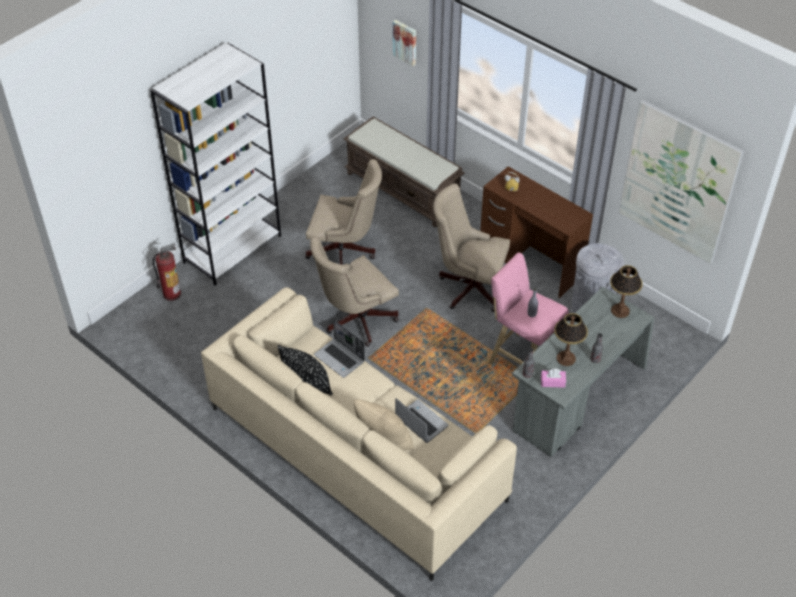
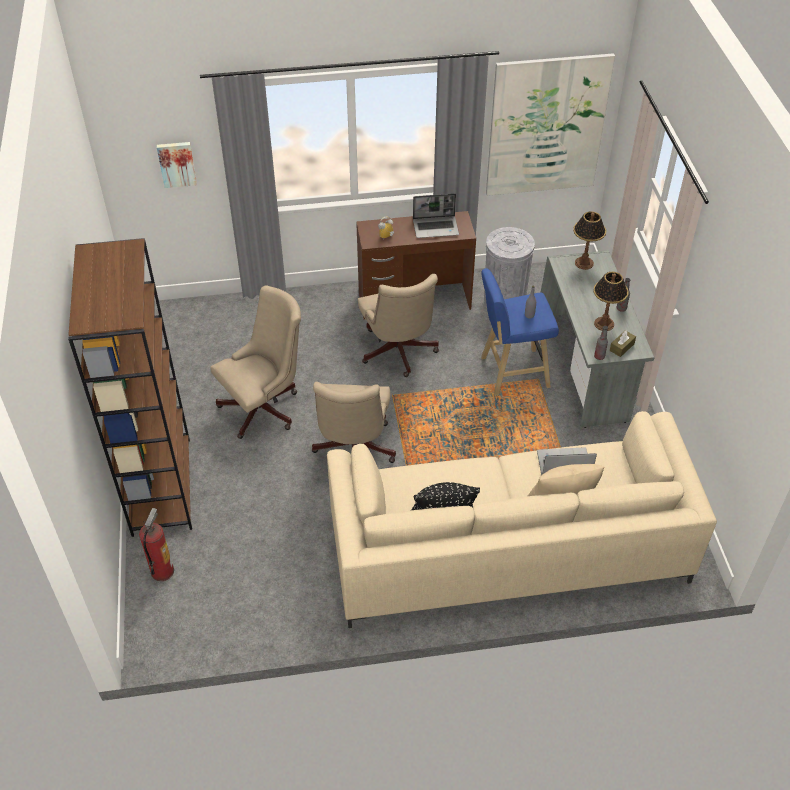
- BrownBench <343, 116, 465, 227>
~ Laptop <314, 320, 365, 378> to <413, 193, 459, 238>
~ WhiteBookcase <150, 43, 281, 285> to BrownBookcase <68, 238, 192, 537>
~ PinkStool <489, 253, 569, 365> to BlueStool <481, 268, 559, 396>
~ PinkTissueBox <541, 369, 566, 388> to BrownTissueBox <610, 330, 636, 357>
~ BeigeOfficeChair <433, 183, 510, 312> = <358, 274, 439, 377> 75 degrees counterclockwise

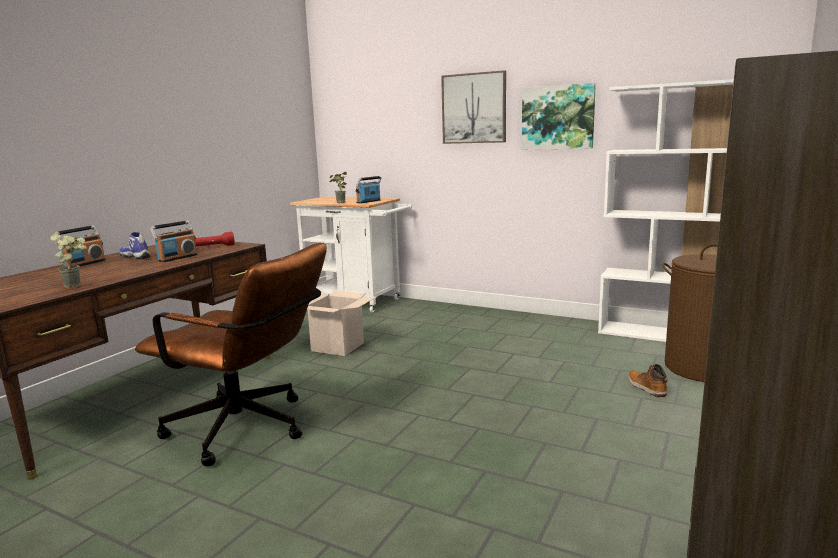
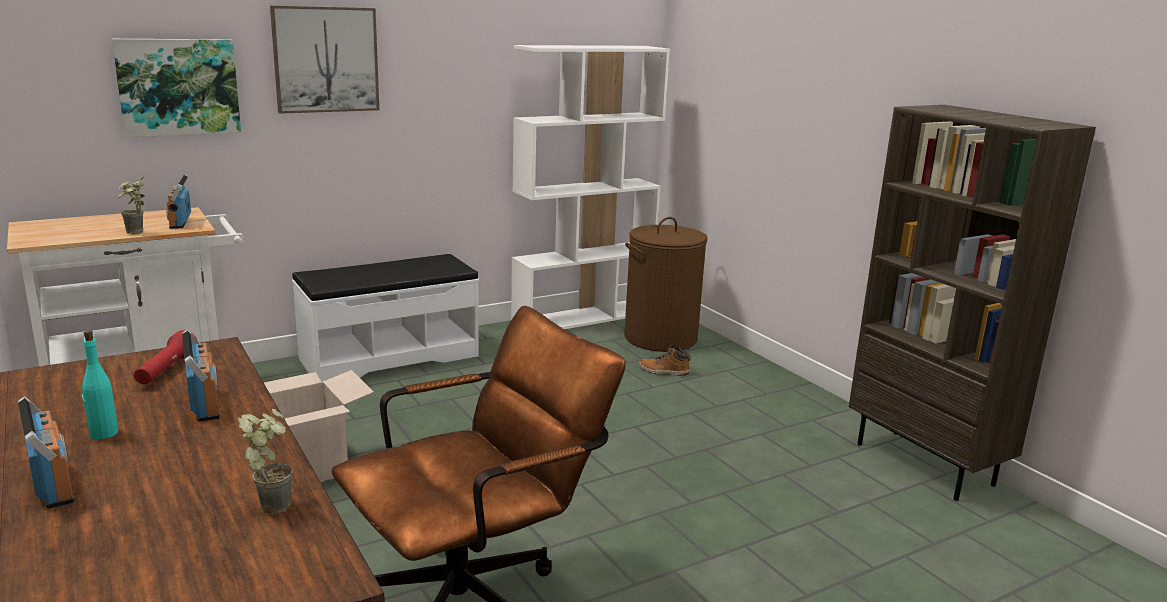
+ WhiteBench <292, 254, 479, 382>
~ Picture <522, 83, 596, 150> to <112, 39, 241, 137>
~ Shoe <120, 232, 150, 260> to TurquoiseBottle <82, 330, 118, 439>

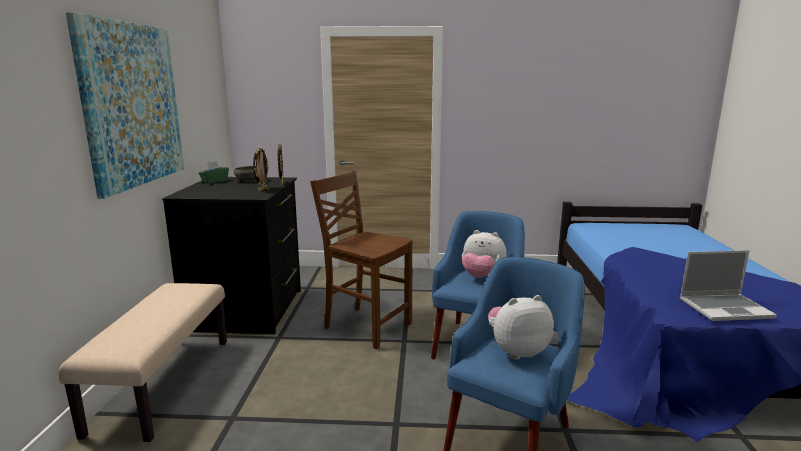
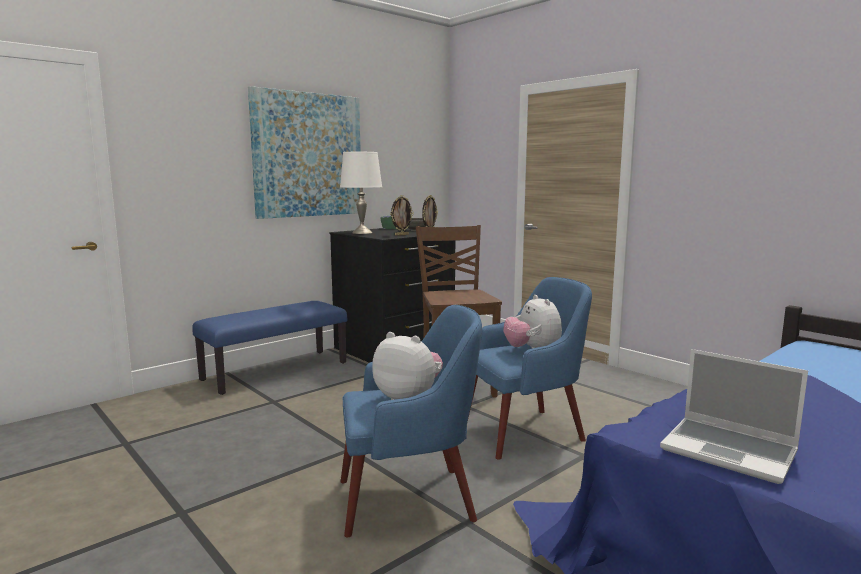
+ WhiteTableLamp <340, 152, 382, 234>
~ BeigeBench <58, 283, 227, 442> to BlueBench <192, 301, 347, 395>

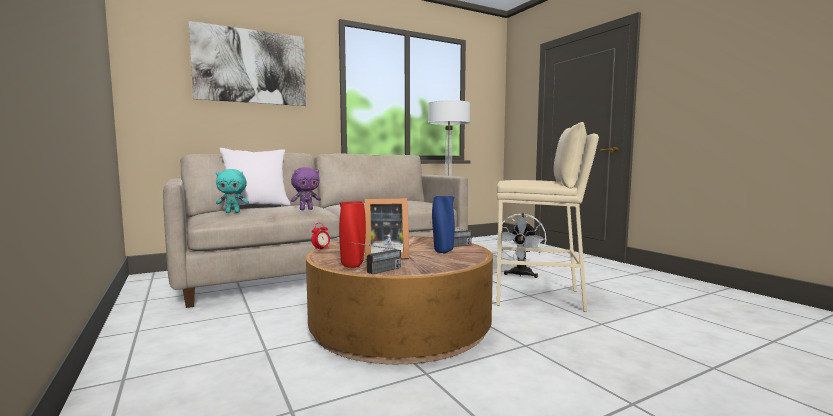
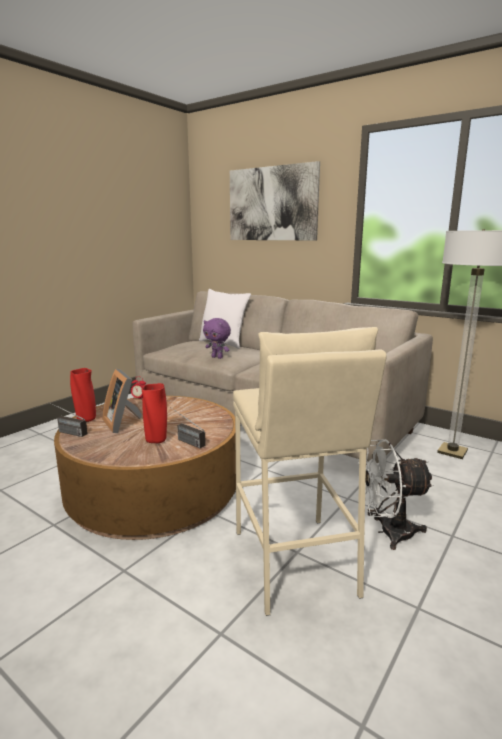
- TurquoisePlushToy <216, 169, 249, 213>
~ BlueVase <432, 196, 455, 253> to RedVase <141, 383, 167, 443>

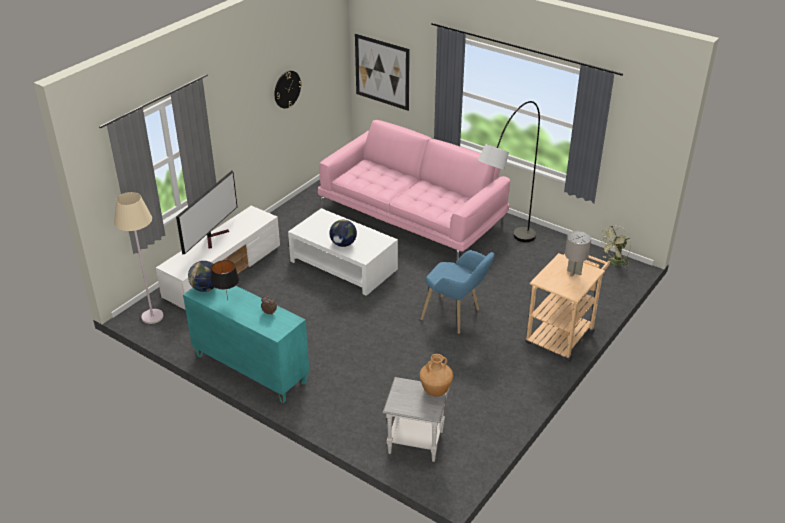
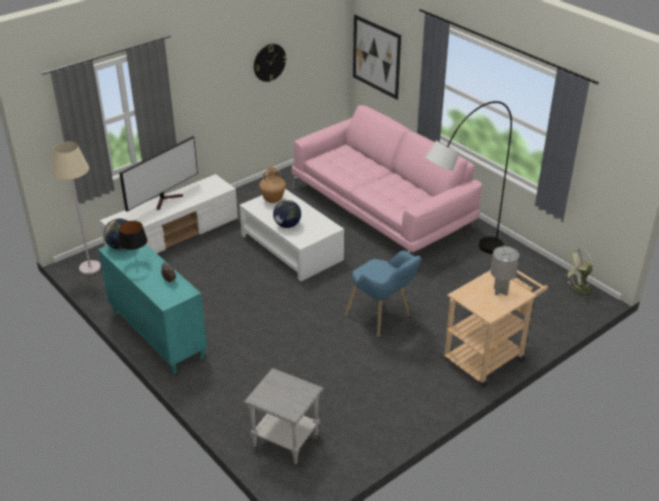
~ BrownVase <420, 354, 453, 397> to <259, 167, 286, 203>

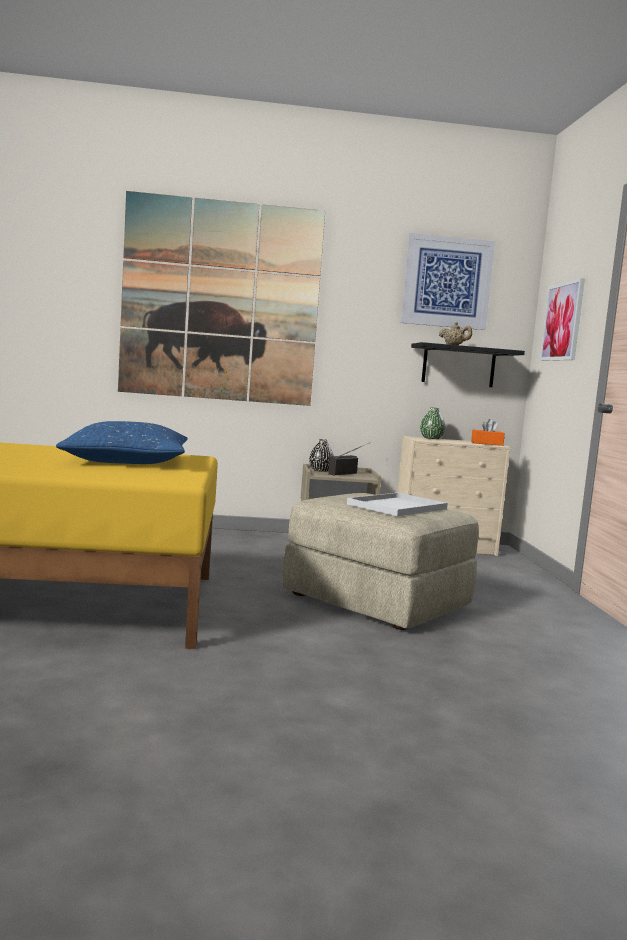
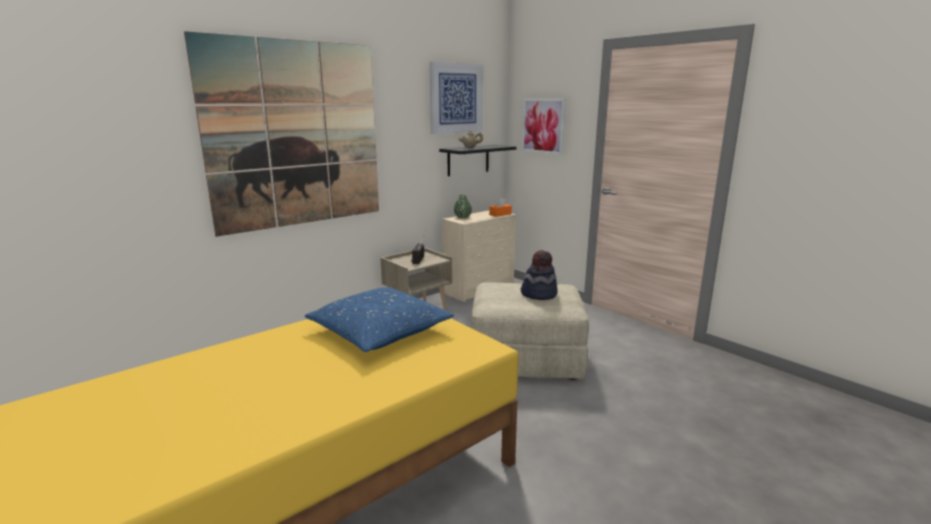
- BlackVase <309, 439, 334, 472>
~ WhiteTray <347, 493, 448, 516> to Hat <521, 250, 558, 300>

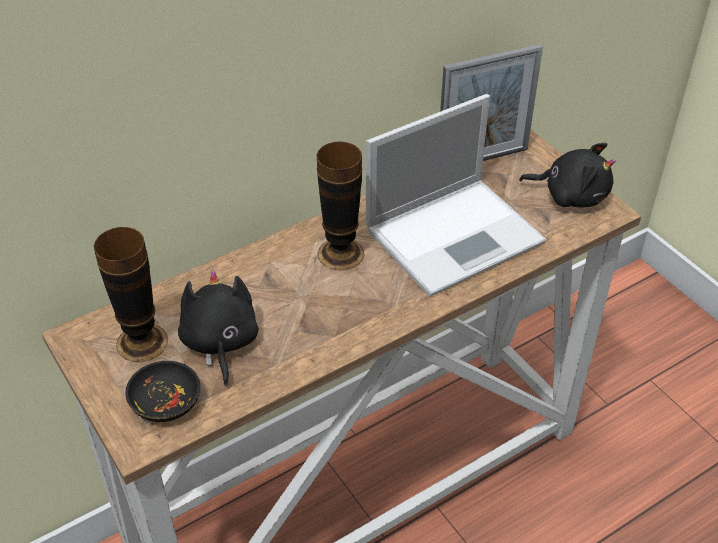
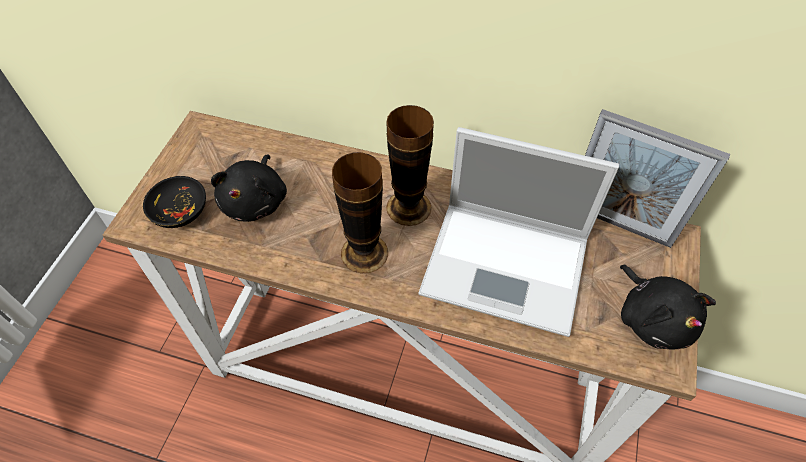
~ Vase <94, 227, 168, 362> to <332, 152, 388, 273>
~ BlackPlushToy <178, 270, 259, 387> = <211, 154, 287, 222> 150 degrees clockwise

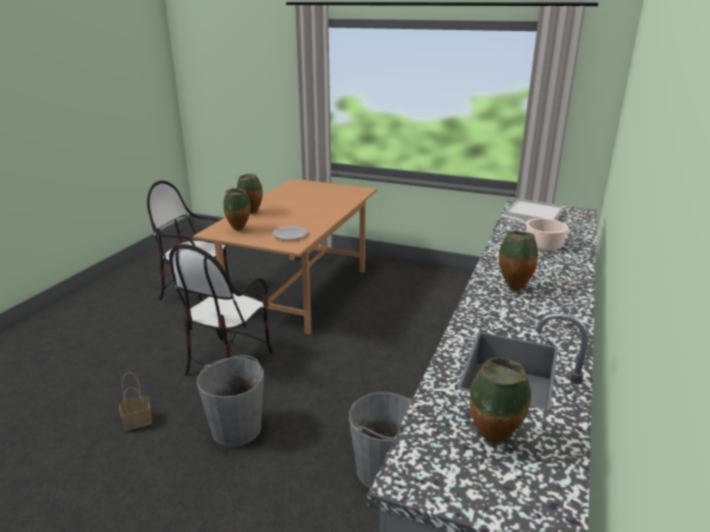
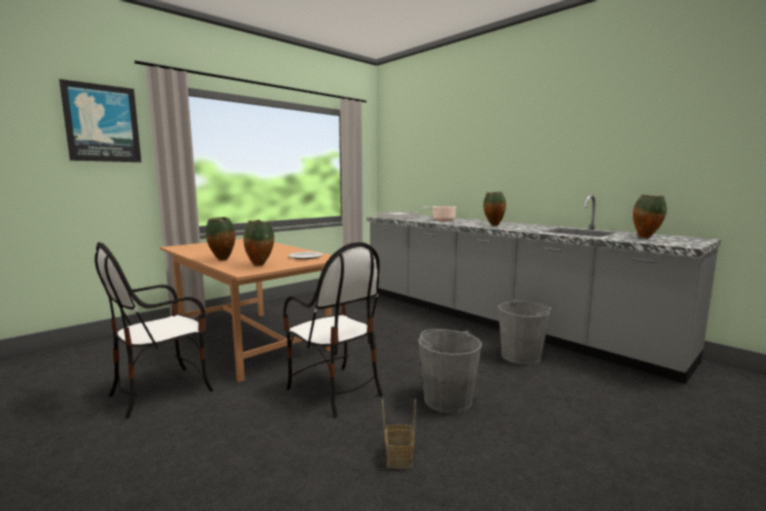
+ Picture <59, 79, 141, 162>

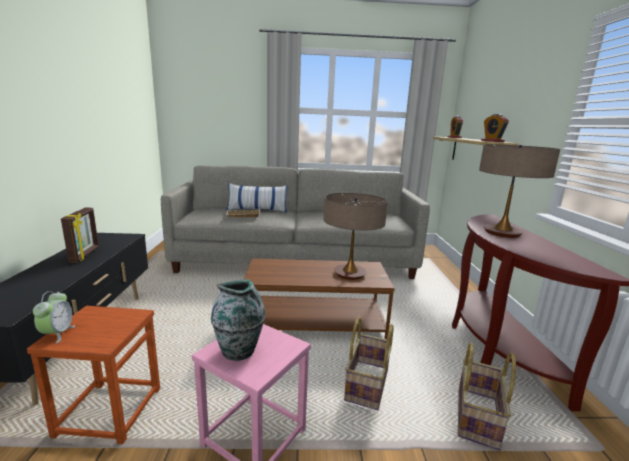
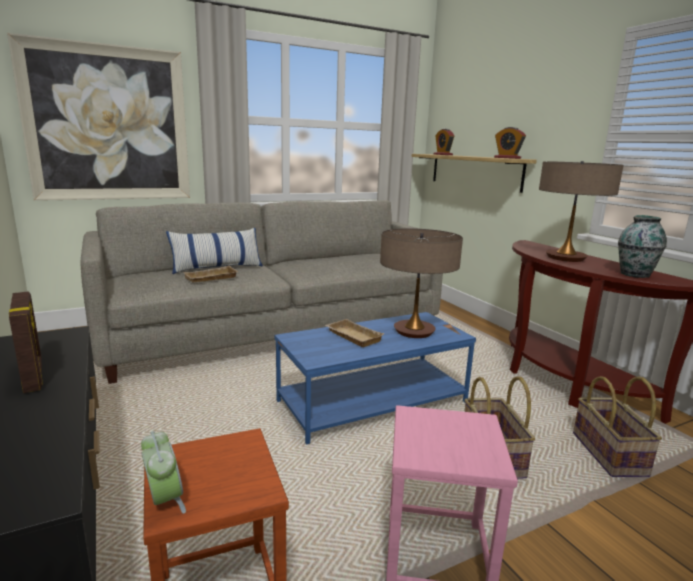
+ Picture <7, 33, 190, 201>
+ BeigeTray <325, 319, 385, 347>
~ Vase <211, 279, 265, 361> to <618, 215, 667, 278>
~ BrownCoffeeTable <244, 258, 395, 339> to BlueCoffeeTable <274, 312, 476, 444>

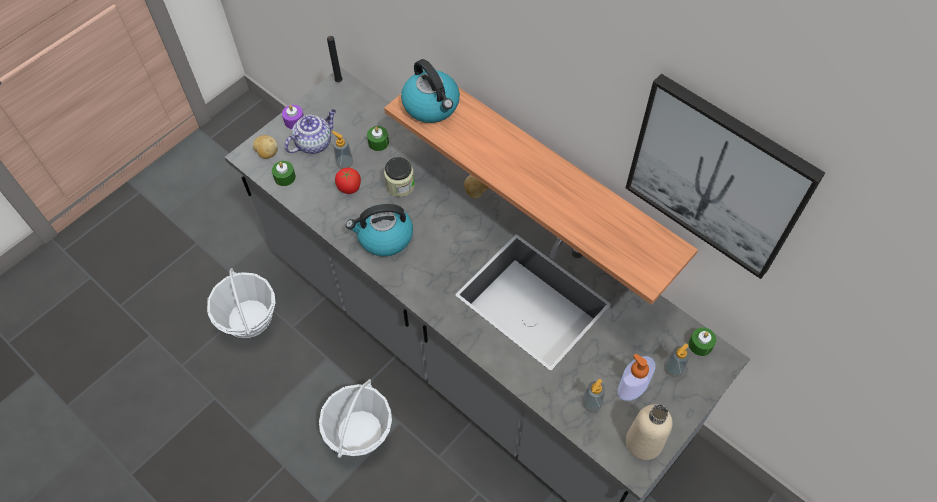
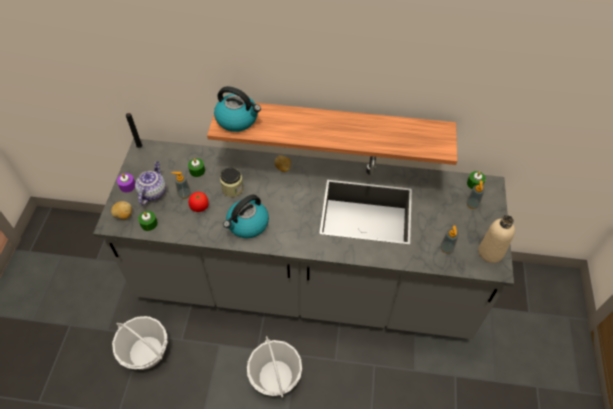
- SoapDispenser <618, 354, 655, 401>
- Picture <626, 73, 825, 279>

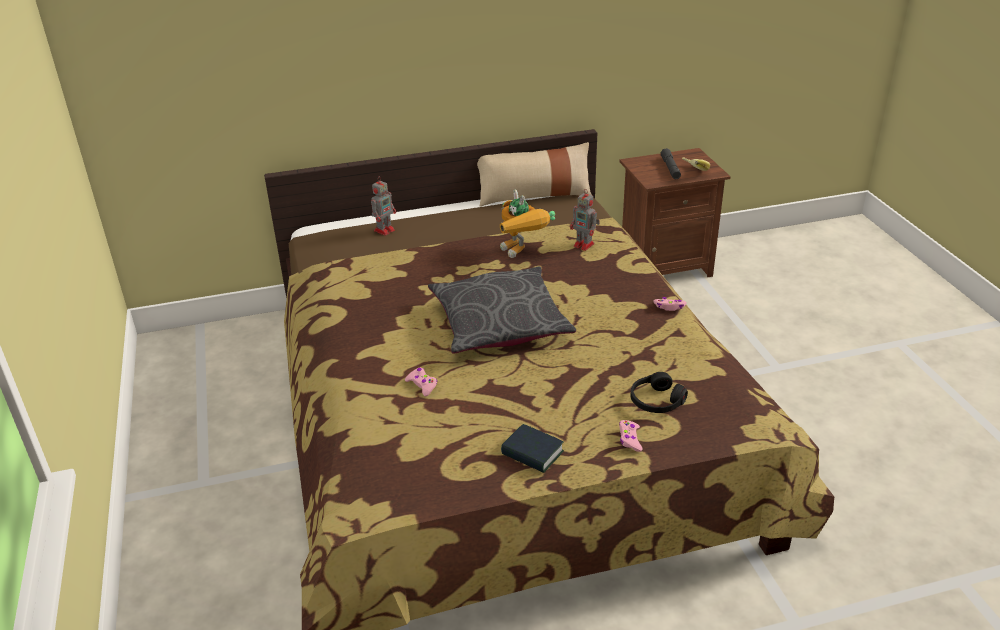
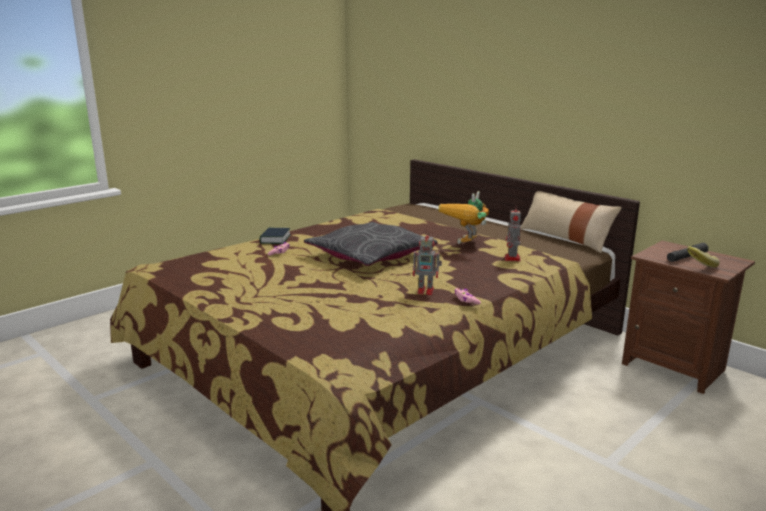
- PinkGameController <619, 420, 643, 452>
- BlackHeadphones <630, 372, 688, 413>
~ ToyRobot <371, 177, 396, 236> to <413, 230, 442, 295>
~ Book <501, 424, 564, 473> to <260, 228, 291, 244>

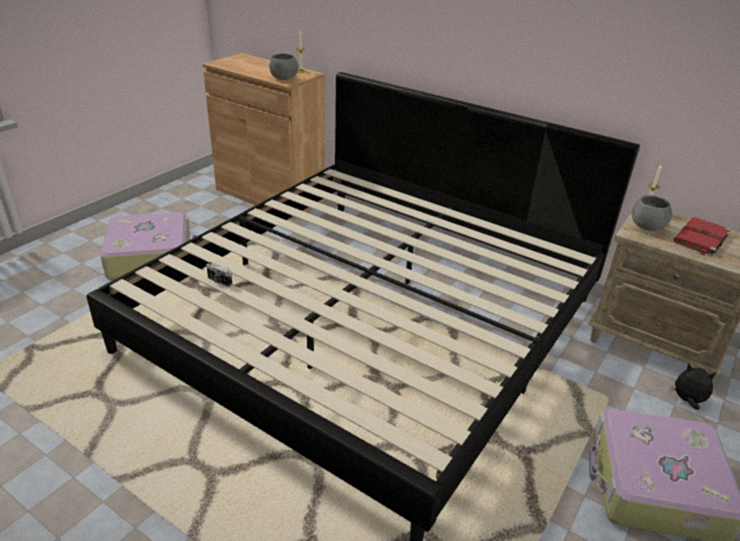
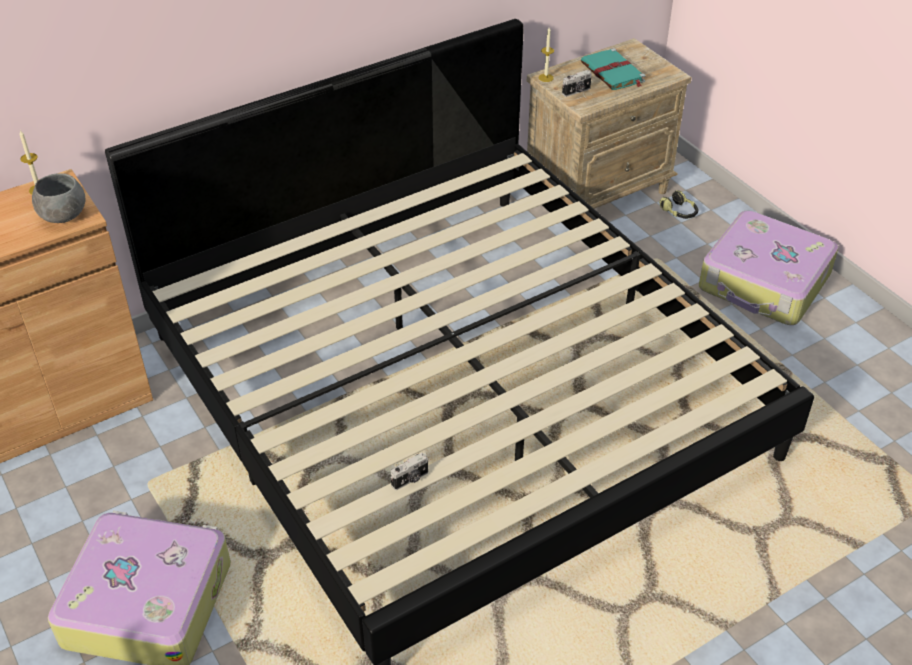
~ GreyBowl <632, 195, 672, 231> to PhotoCamera <562, 70, 592, 97>
~ PlushToy <670, 364, 716, 410> to Headphones <659, 190, 699, 219>
~ RedBook <674, 217, 731, 256> to TurquoiseBook <581, 48, 646, 90>

